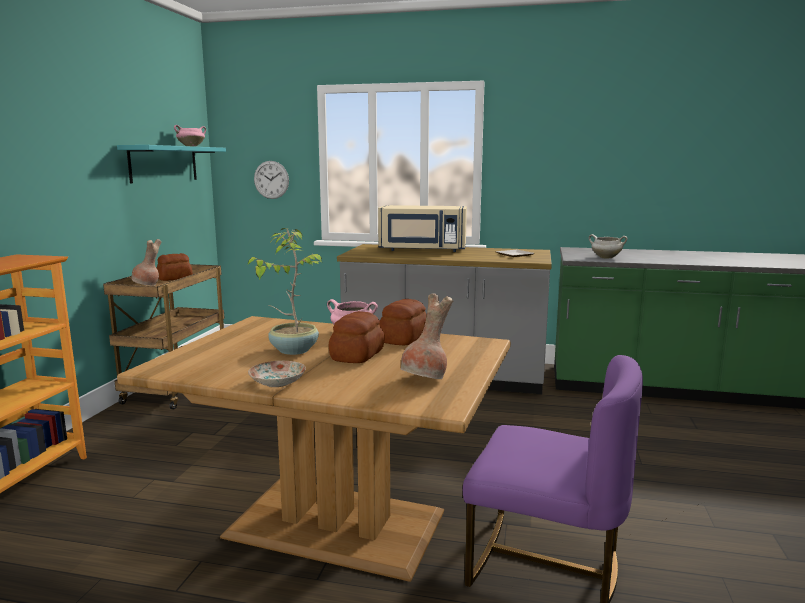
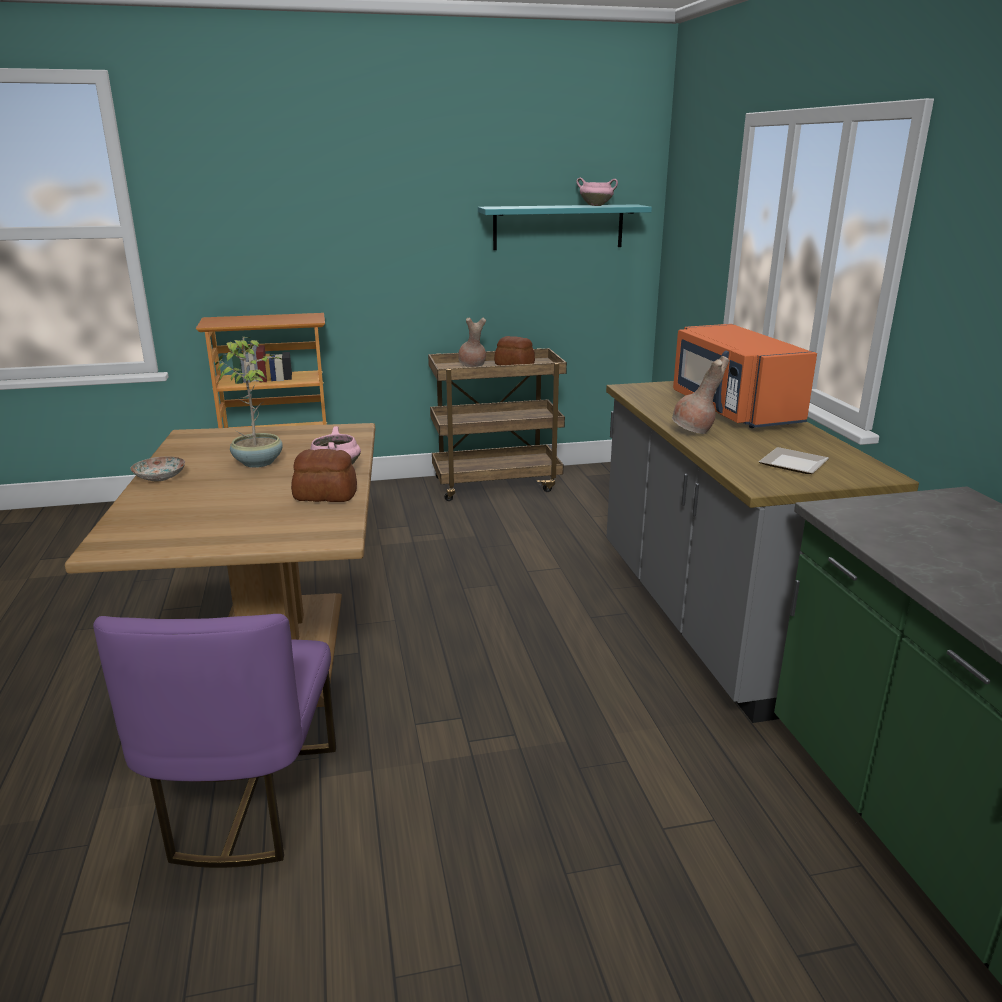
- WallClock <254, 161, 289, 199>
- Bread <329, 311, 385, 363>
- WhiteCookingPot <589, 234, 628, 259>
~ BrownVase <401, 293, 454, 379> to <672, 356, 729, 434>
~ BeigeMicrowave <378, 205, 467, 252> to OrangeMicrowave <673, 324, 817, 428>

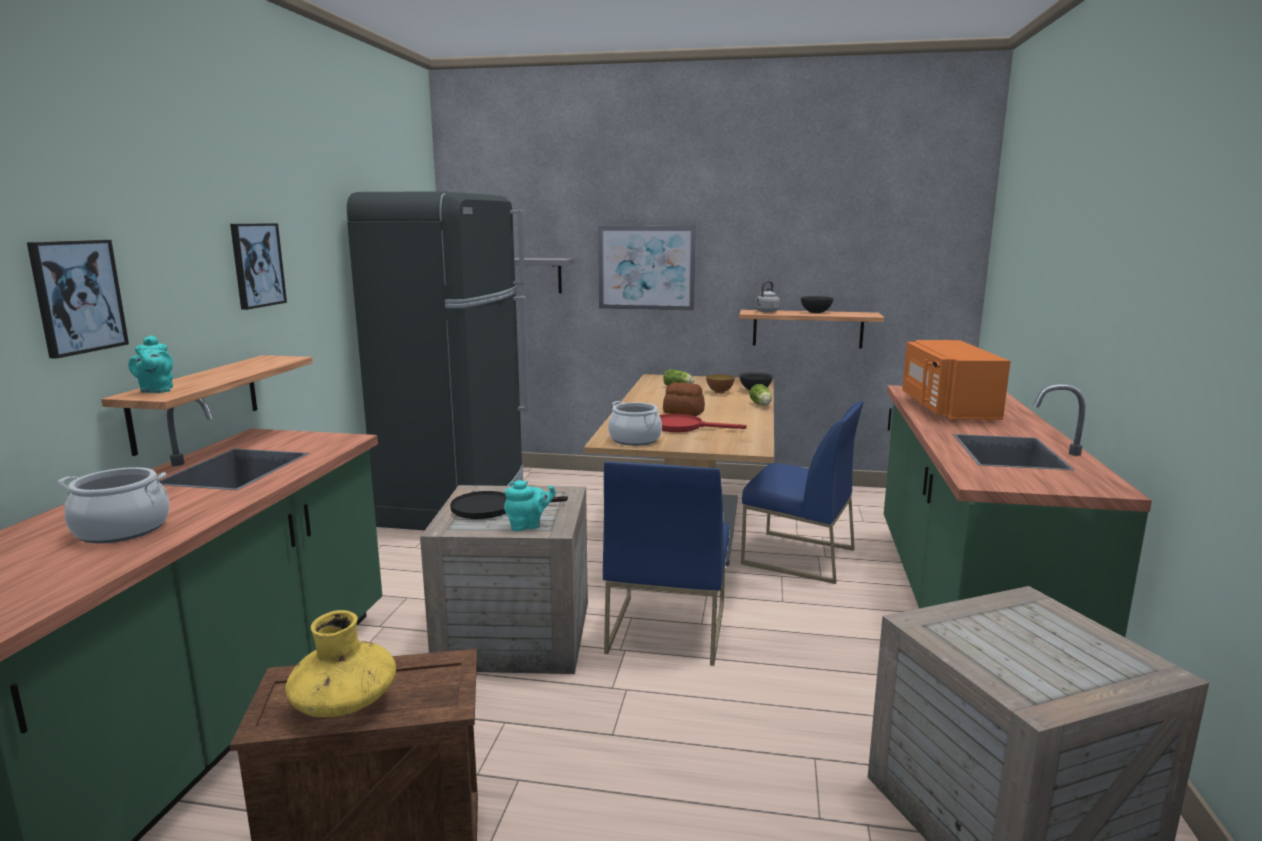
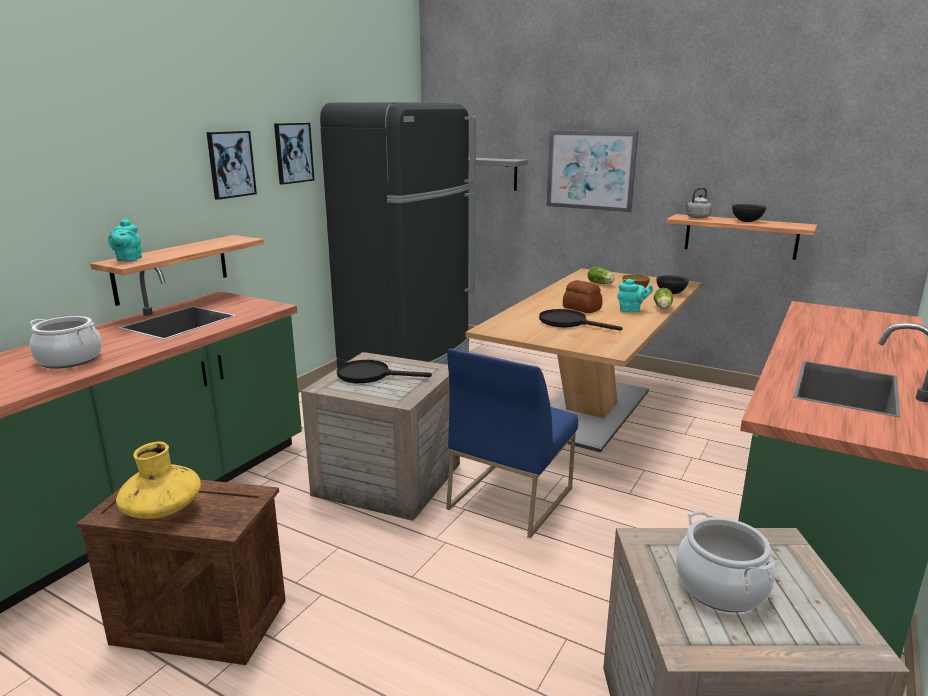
- BlueChair <741, 401, 863, 584>
- OrangeMicrowave <902, 340, 1011, 421>
~ Picture <27, 240, 129, 359> to <274, 123, 314, 185>
~ TurquoiseTeapot <504, 480, 556, 531> to <617, 279, 653, 312>
~ CookingPot <608, 401, 662, 446> to <676, 510, 775, 613>
~ RedFryingPan <659, 414, 747, 432> to BlackFryingPan <539, 309, 623, 331>

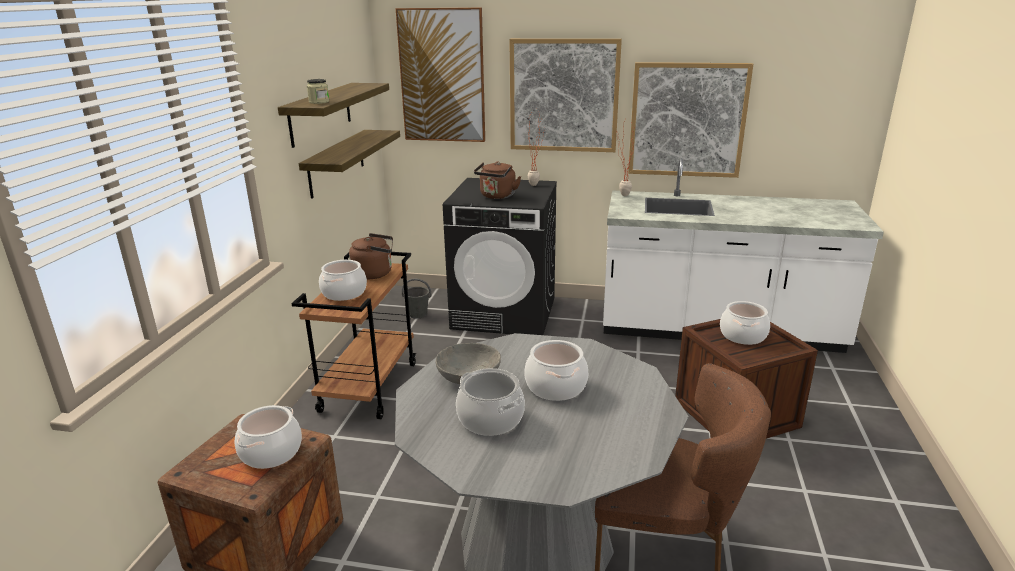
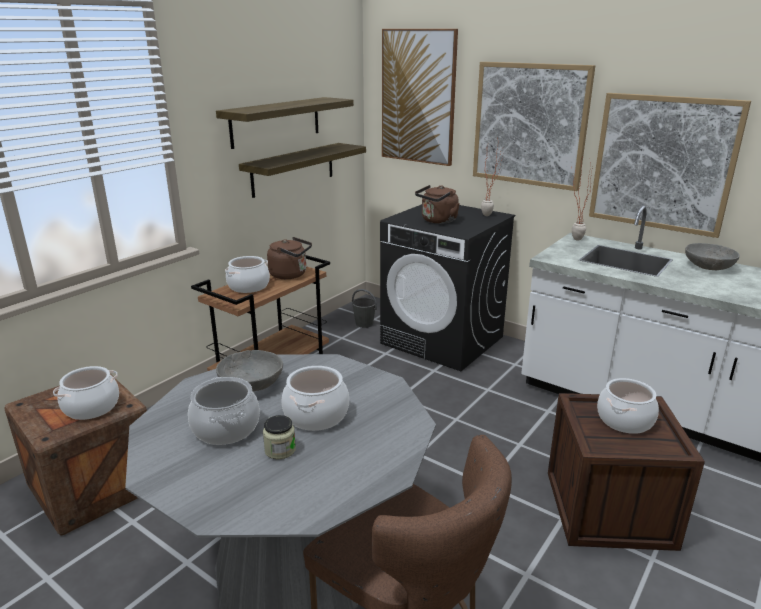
+ GreyBowl <685, 243, 740, 270>
~ Jar <307, 79, 329, 104> to <263, 415, 296, 460>

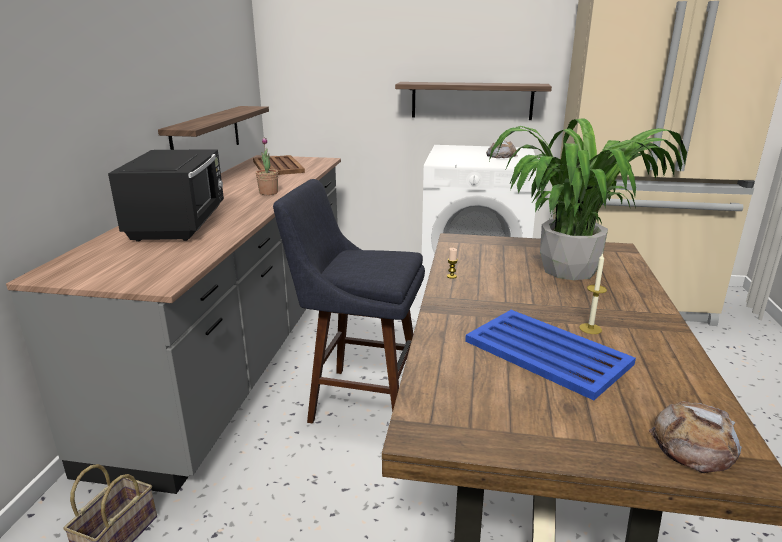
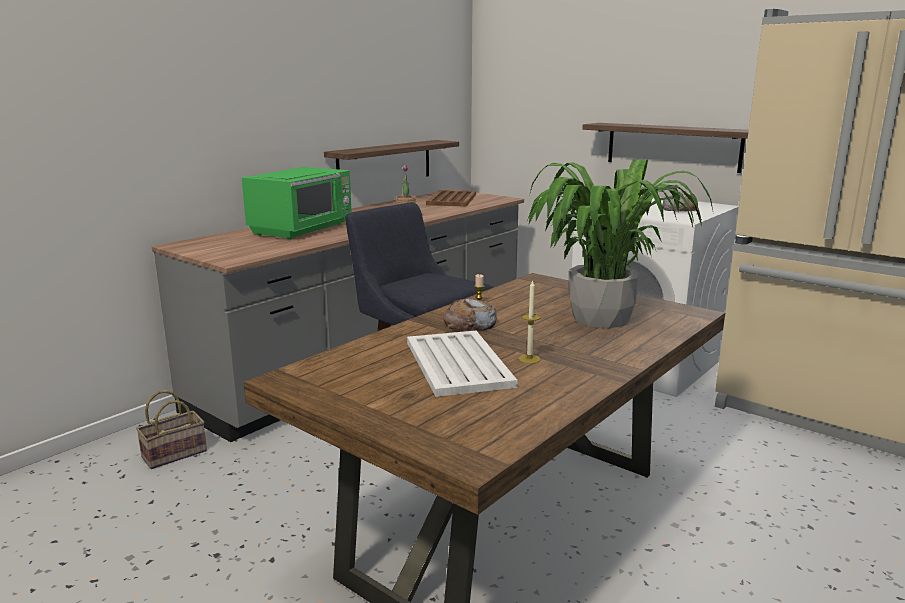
~ Bread <649, 401, 742, 473> to <443, 298, 497, 331>
~ BlackMicrowave <108, 149, 224, 241> to GreenMicrowave <242, 167, 352, 240>
~ BlueTray <465, 310, 636, 400> to WhiteTray <407, 331, 517, 397>

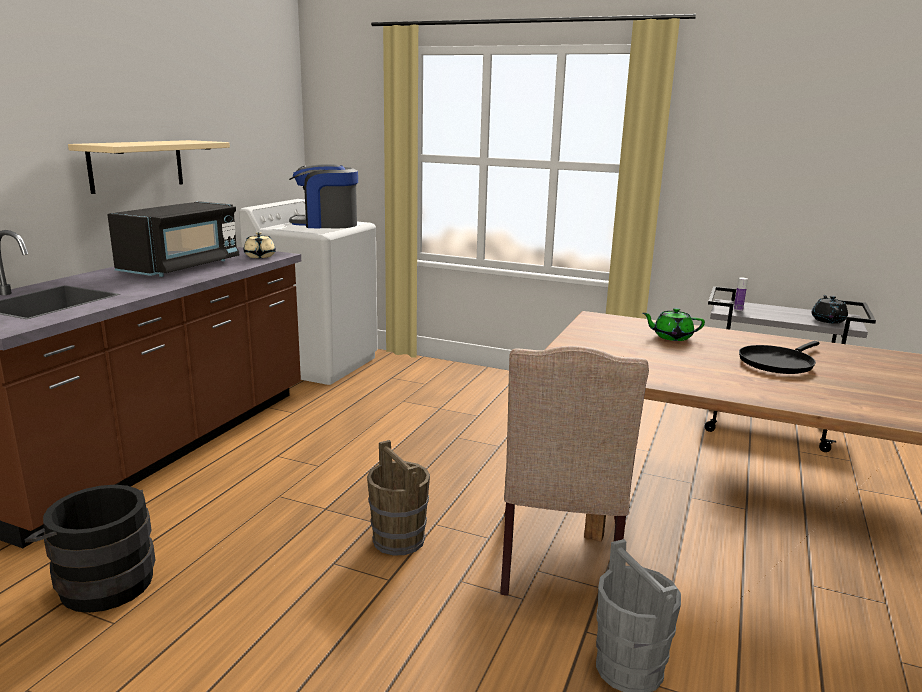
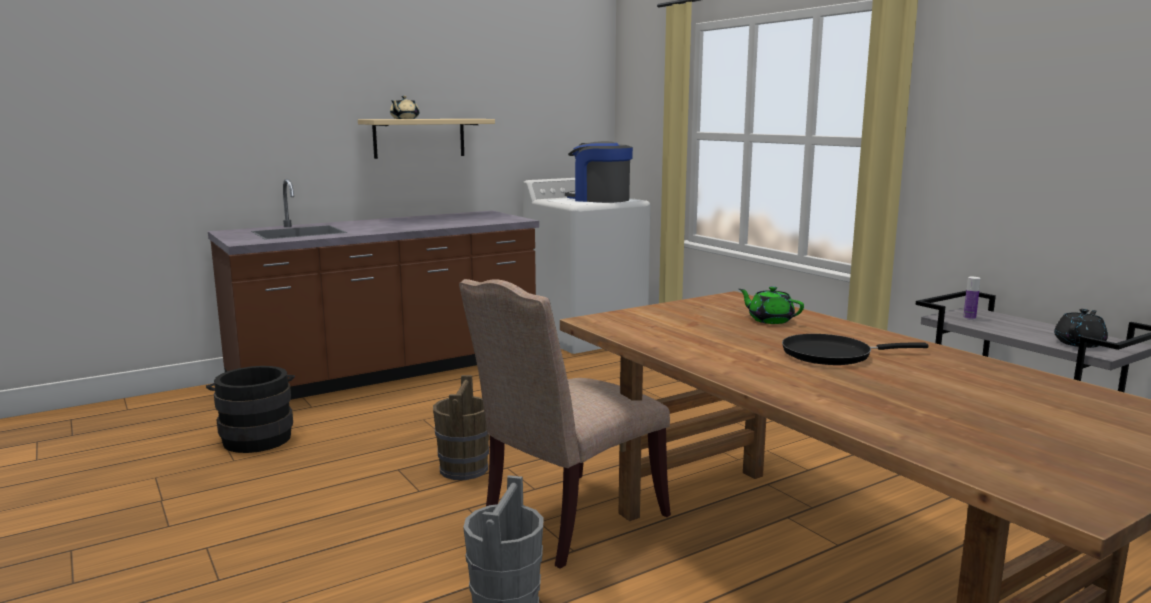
- BlackMicrowave <107, 201, 239, 277>
~ BeigeTeapot <244, 232, 276, 258> to <390, 96, 419, 119>

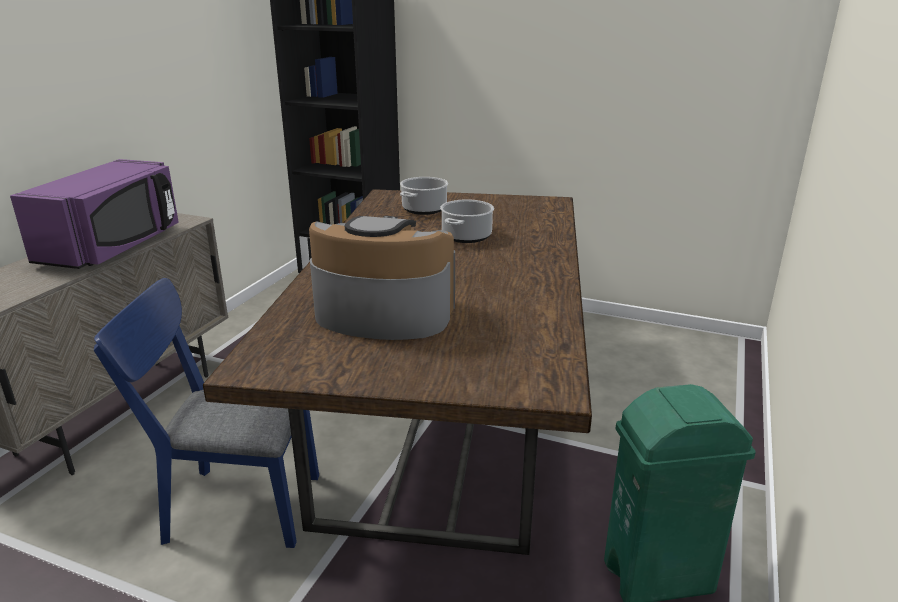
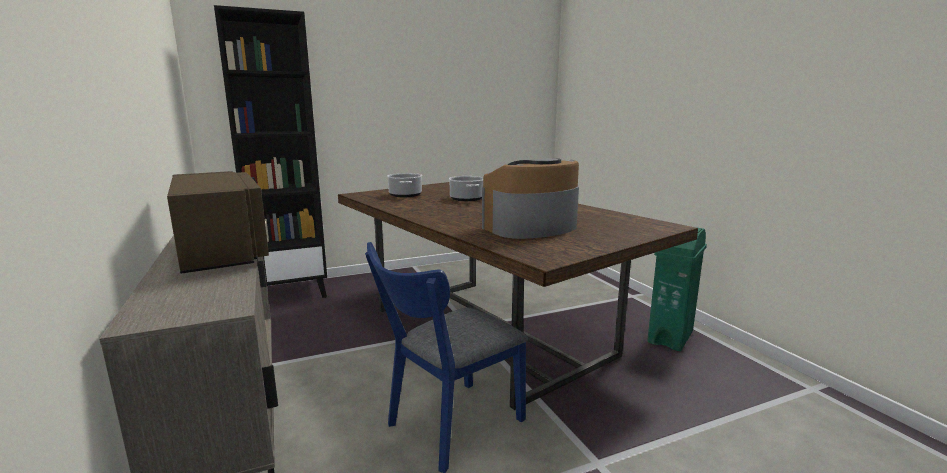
~ PurpleMicrowave <10, 159, 179, 269> to BrownMicrowave <167, 171, 269, 274>

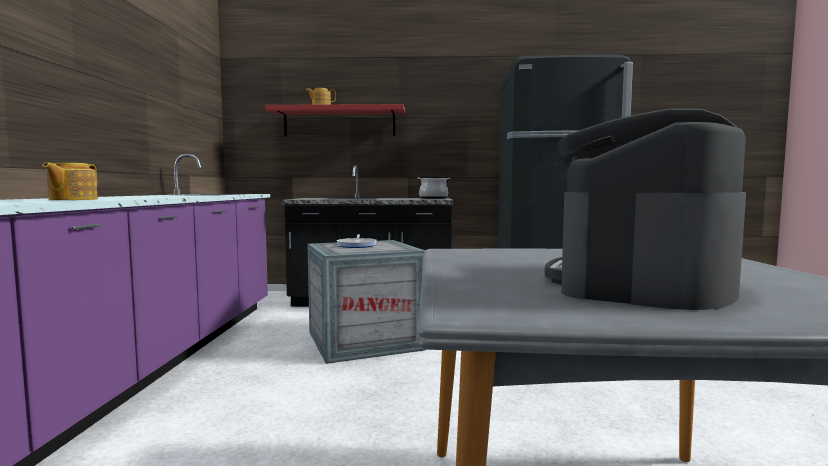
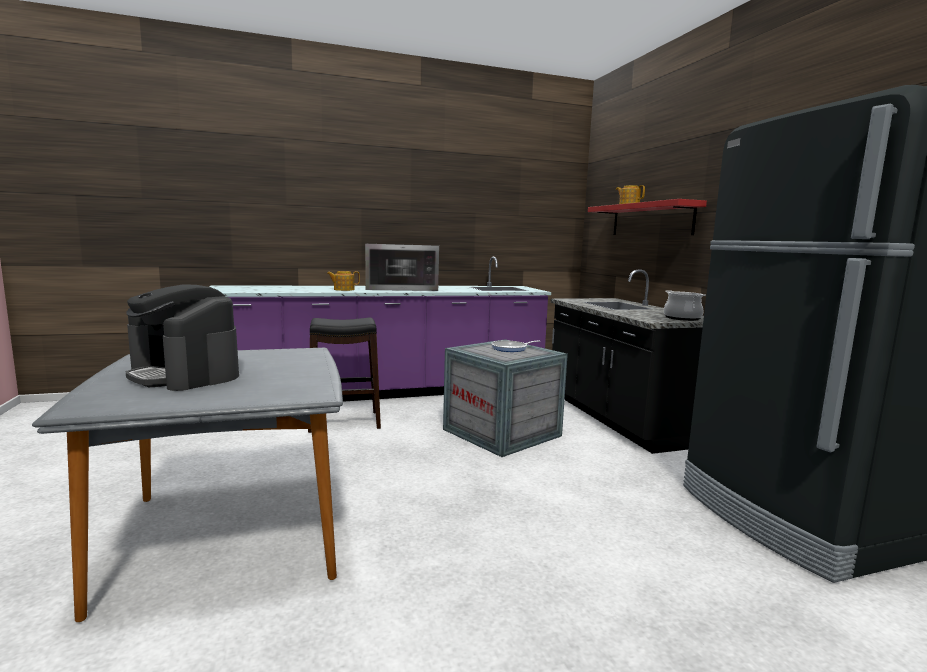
+ BlackStool <308, 318, 381, 433>
+ Microwave <365, 244, 439, 291>
~ CoffeeMachine <544, 109, 746, 310> = <126, 284, 239, 391> 150 degrees counterclockwise

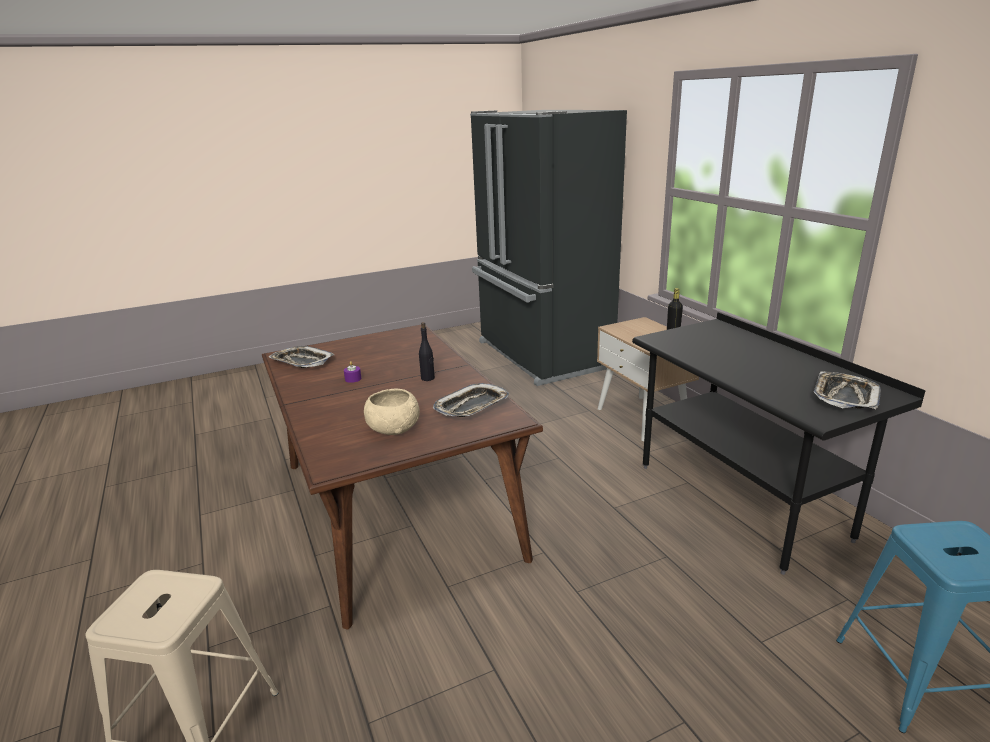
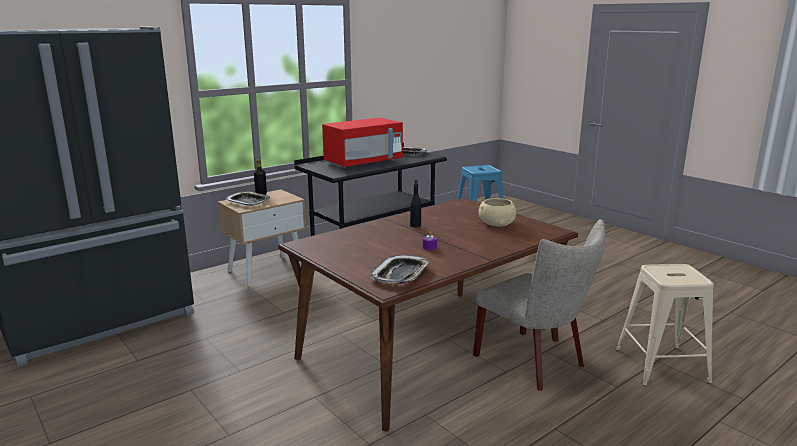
+ RedMicrowave <322, 118, 403, 169>
+ BeigeChair <473, 219, 605, 390>
~ Tray <433, 383, 509, 417> to <225, 191, 270, 206>

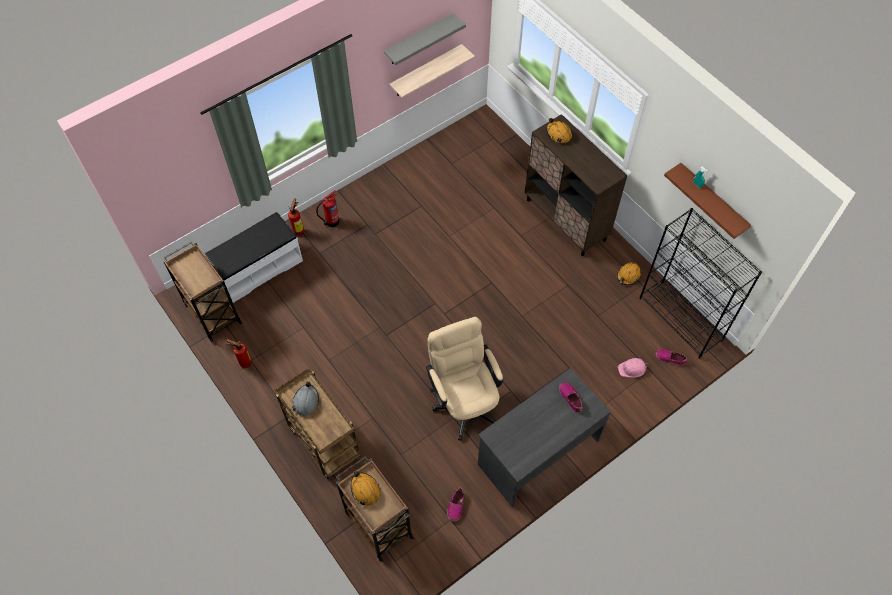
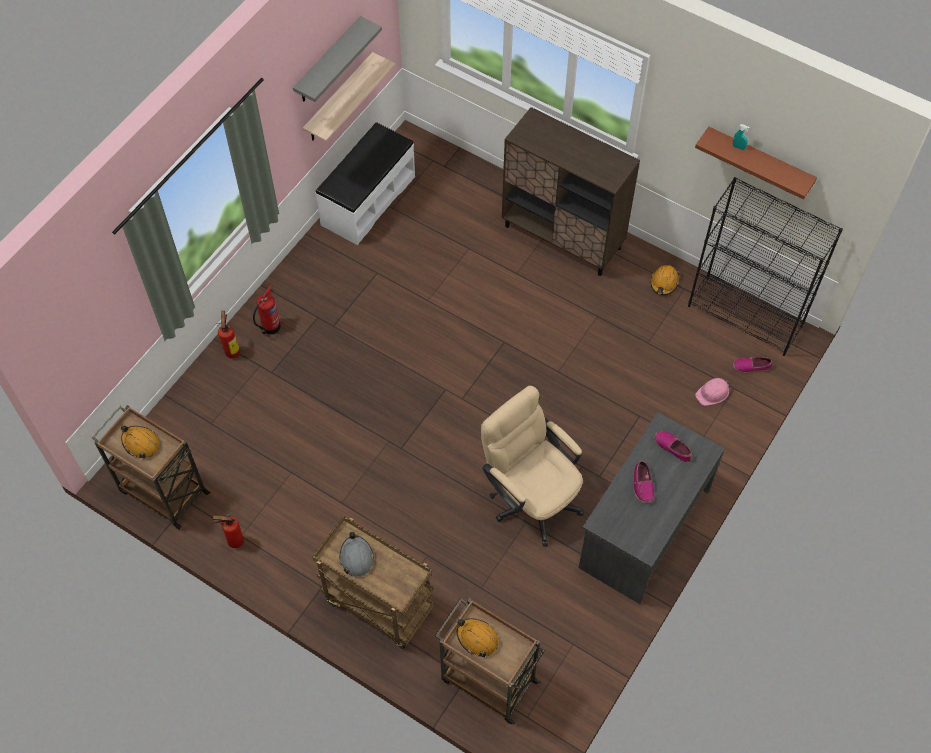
~ WhiteBench <204, 212, 303, 303> to <315, 122, 415, 245>
~ Shoe <447, 488, 464, 521> to <634, 461, 654, 503>
~ OrangeHardHat <546, 118, 572, 144> to <121, 425, 160, 459>

